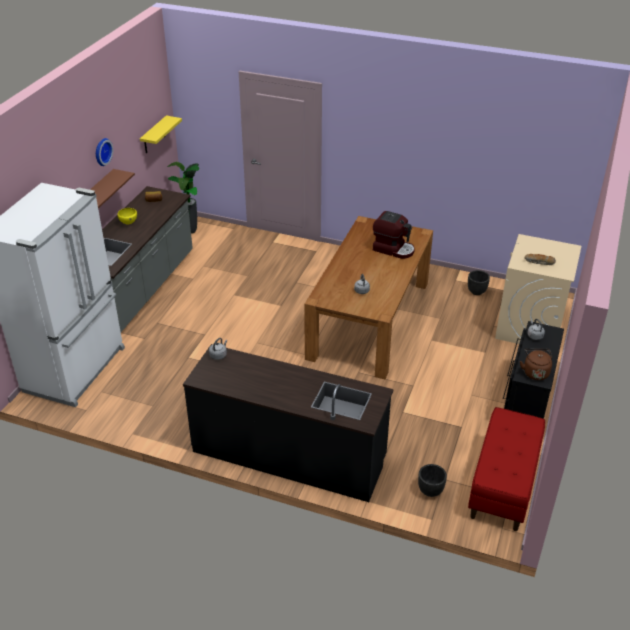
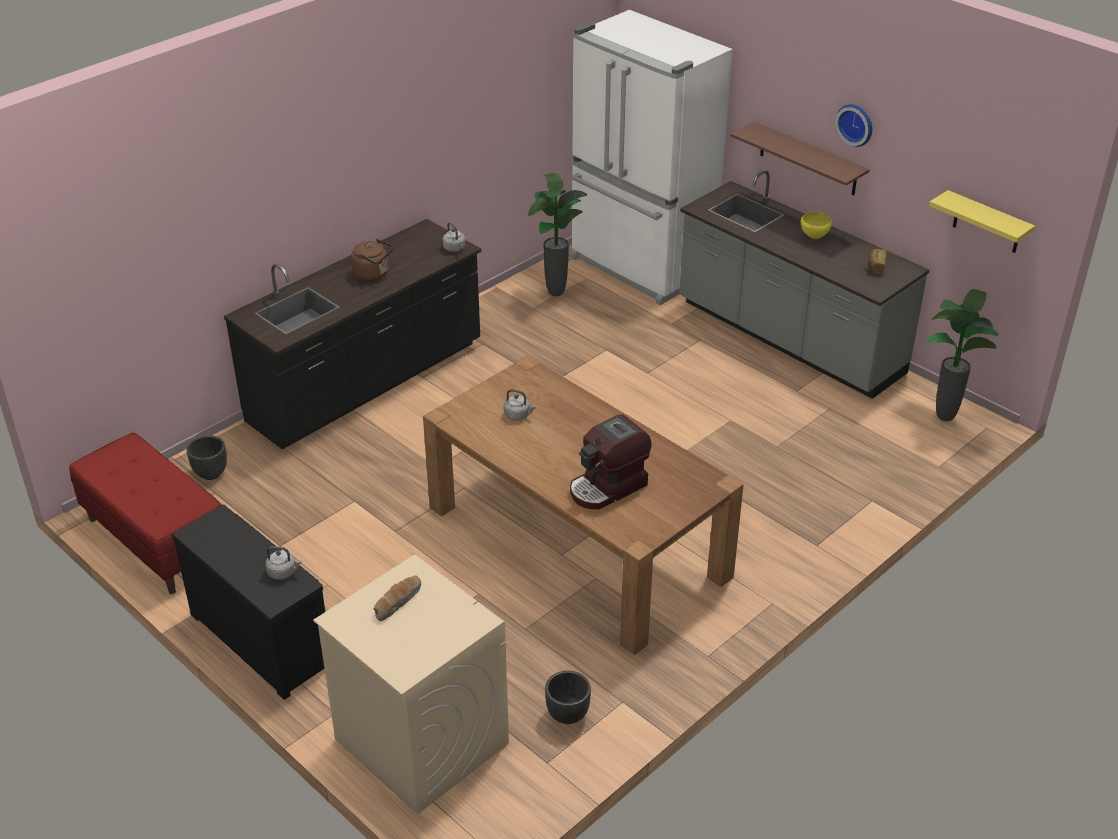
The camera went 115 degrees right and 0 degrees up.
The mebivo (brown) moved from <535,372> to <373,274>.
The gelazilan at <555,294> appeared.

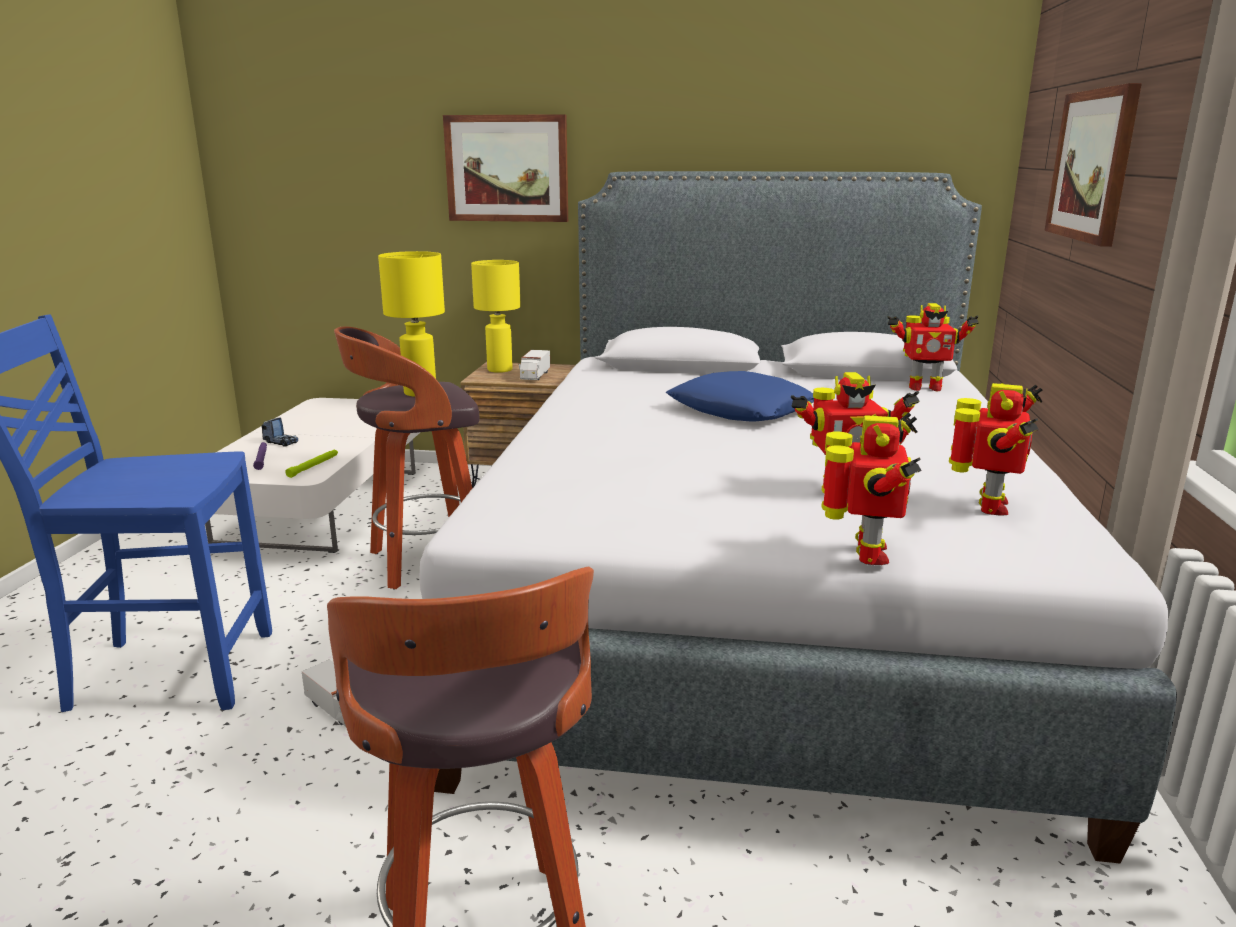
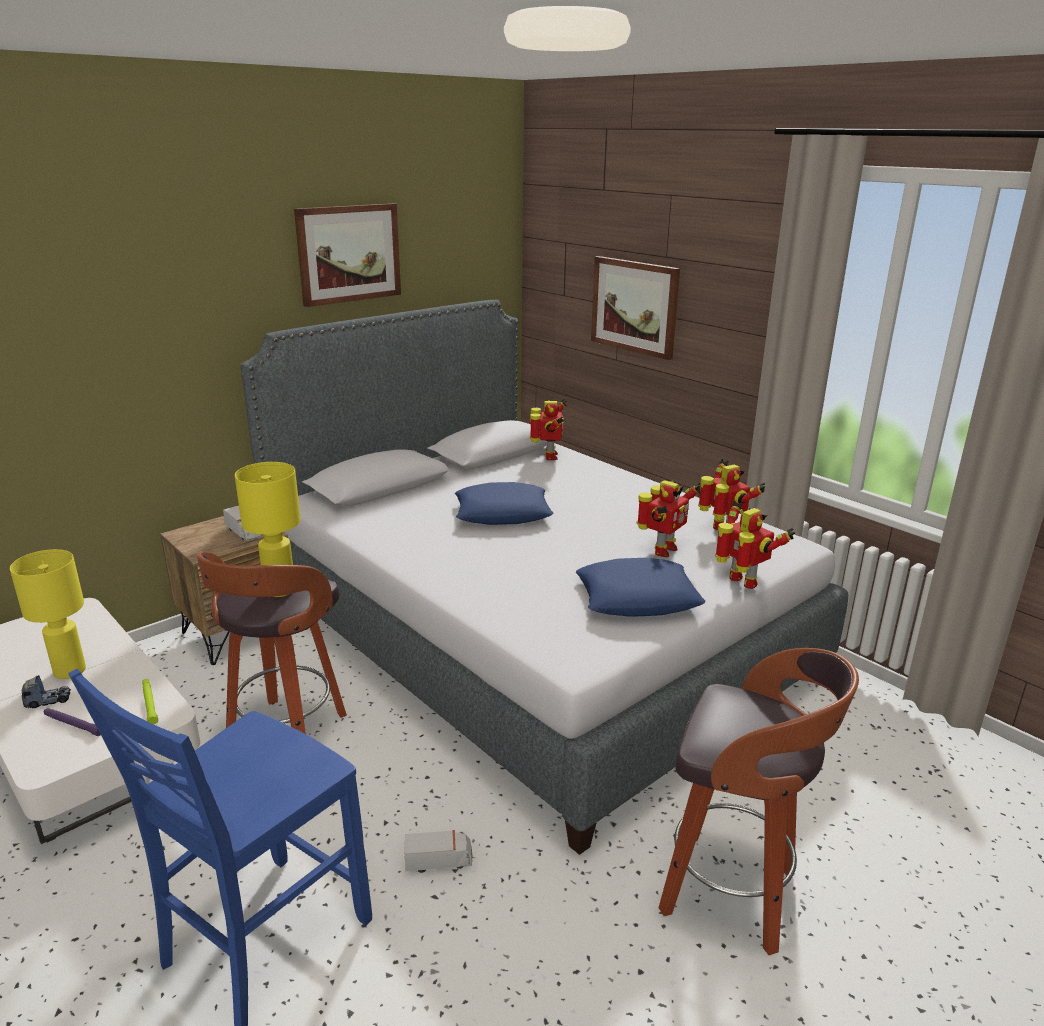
The camera went 50 degrees left and 5 degrees up.
The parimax moved from <507,168> to <349,253>.
The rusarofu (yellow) moved from <499,369> to <69,671>.
The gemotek at <923,387> turned 45 degrees counterclockwise.
The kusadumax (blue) at <636,598> appeared.

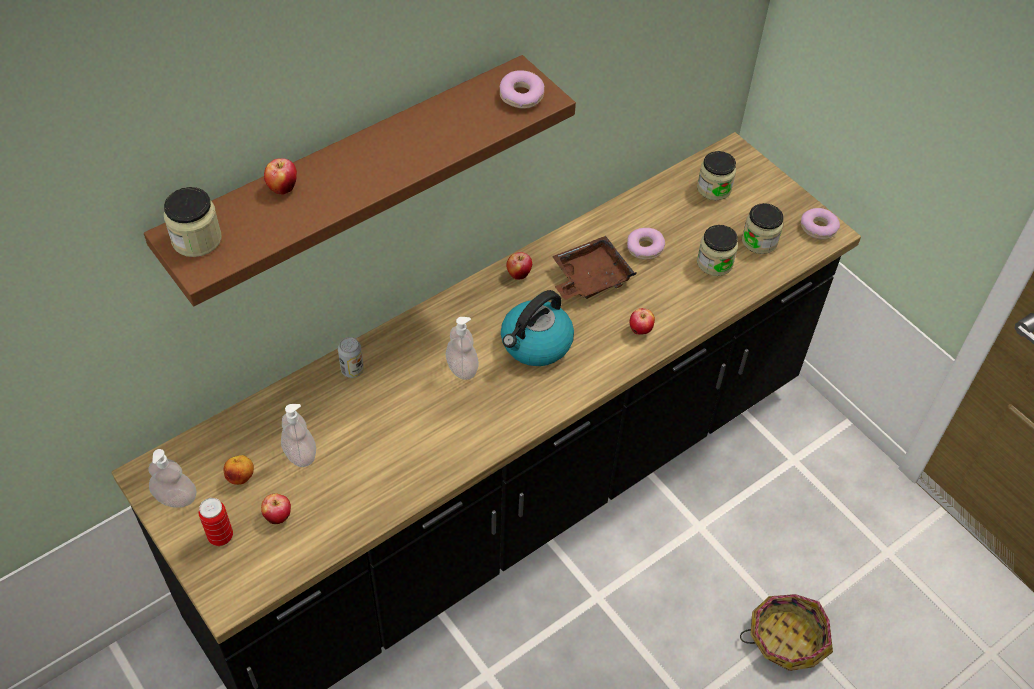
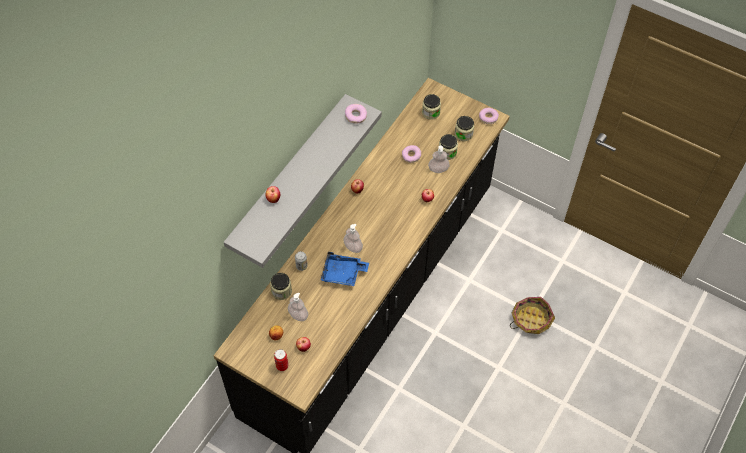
The camera went 20 degrees left and 5 degrees up.
The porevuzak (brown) at <349,172> became the porevuzak (grey) at <288,177>.
The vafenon moved from <176,498> to <438,169>.
The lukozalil moved from <196,239> to <281,291>.
The mebivo at <535,344> disappeared.
The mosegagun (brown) at <590,278> disappeared.
The mosegagun (blue) at <343,273> appeared.

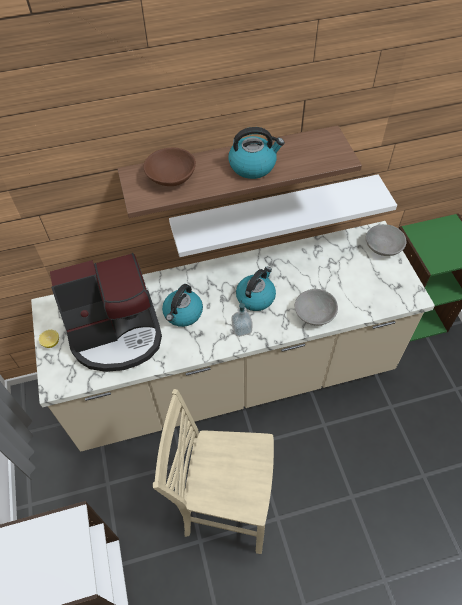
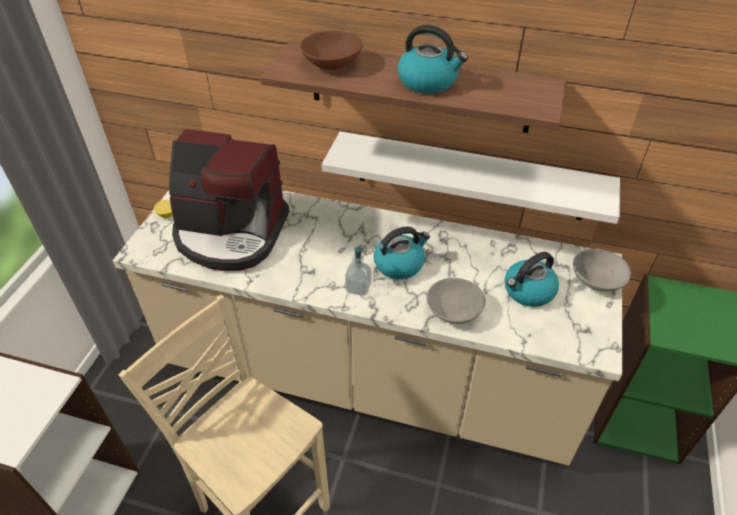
The camera went 30 degrees right and 10 degrees down.
The mebivo moved from <183,313> to <528,291>.

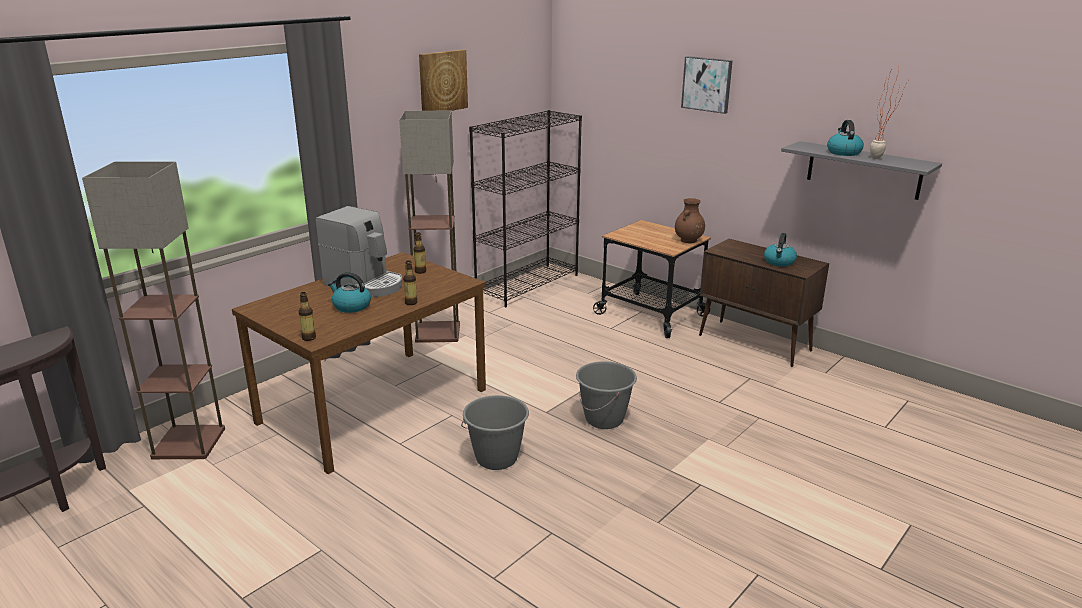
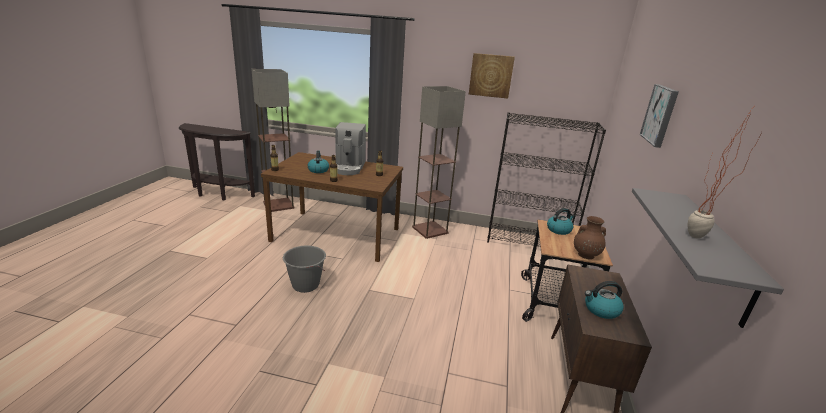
The camera went 60 degrees right and 0 degrees up.
The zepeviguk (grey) at <604,419> disappeared.
The mebivo moved from <843,152> to <559,230>.

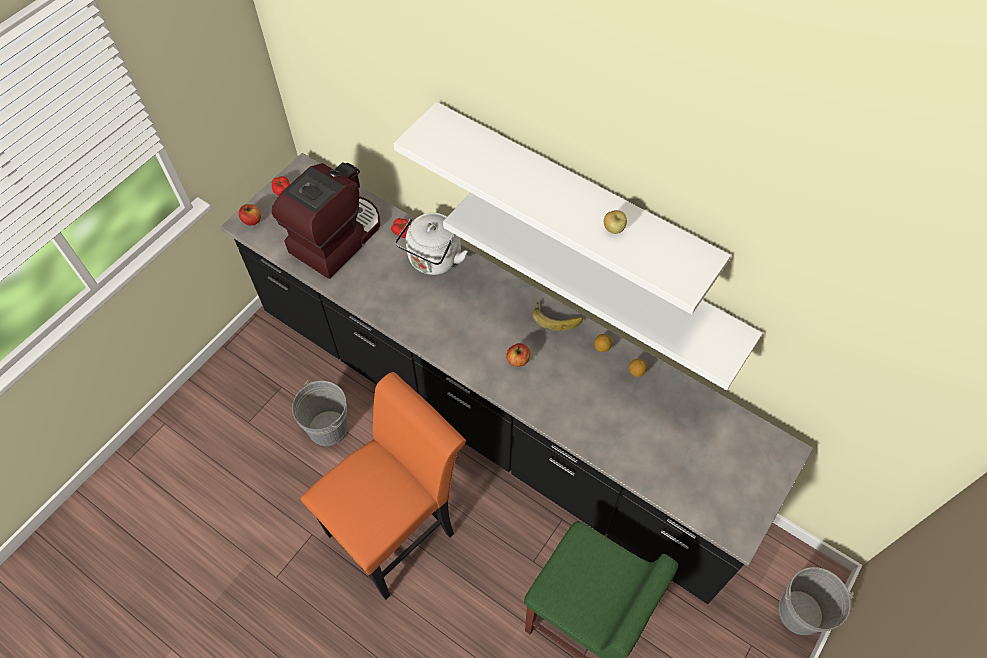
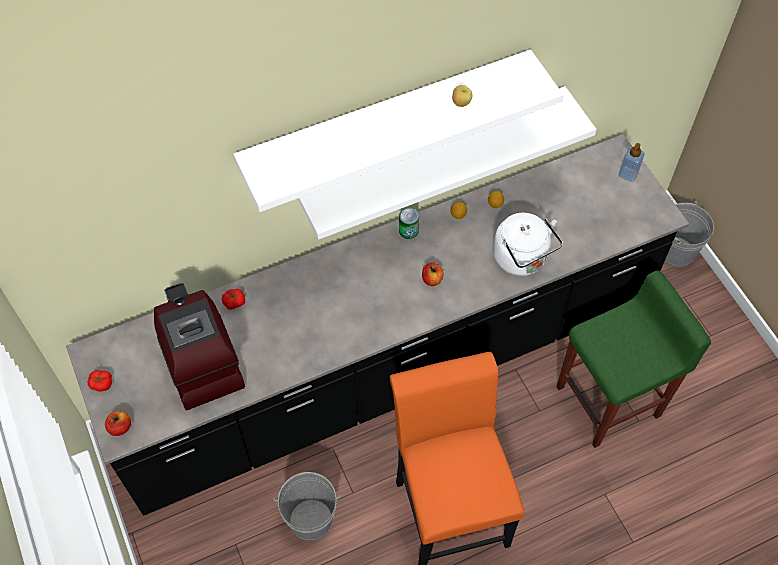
The camera went 60 degrees left and 0 degrees up.
The mebivo (white) moved from <433,261> to <522,259>.
The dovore at <557,317> was replaced by the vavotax at <408,230>.
The vafenon at <628,174> appeared.

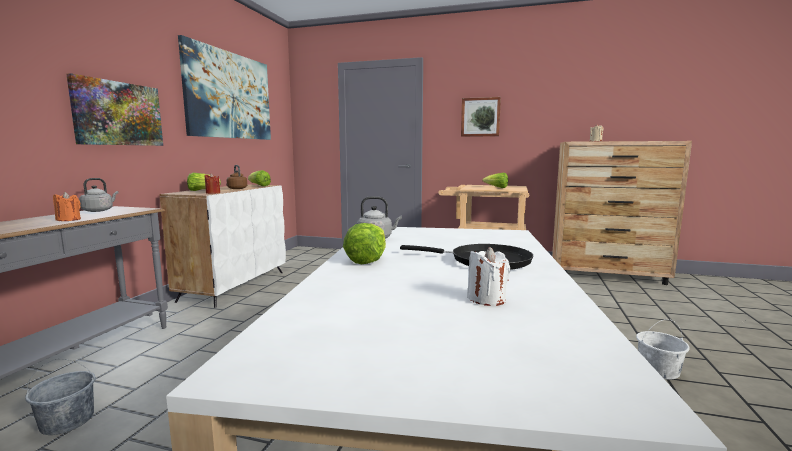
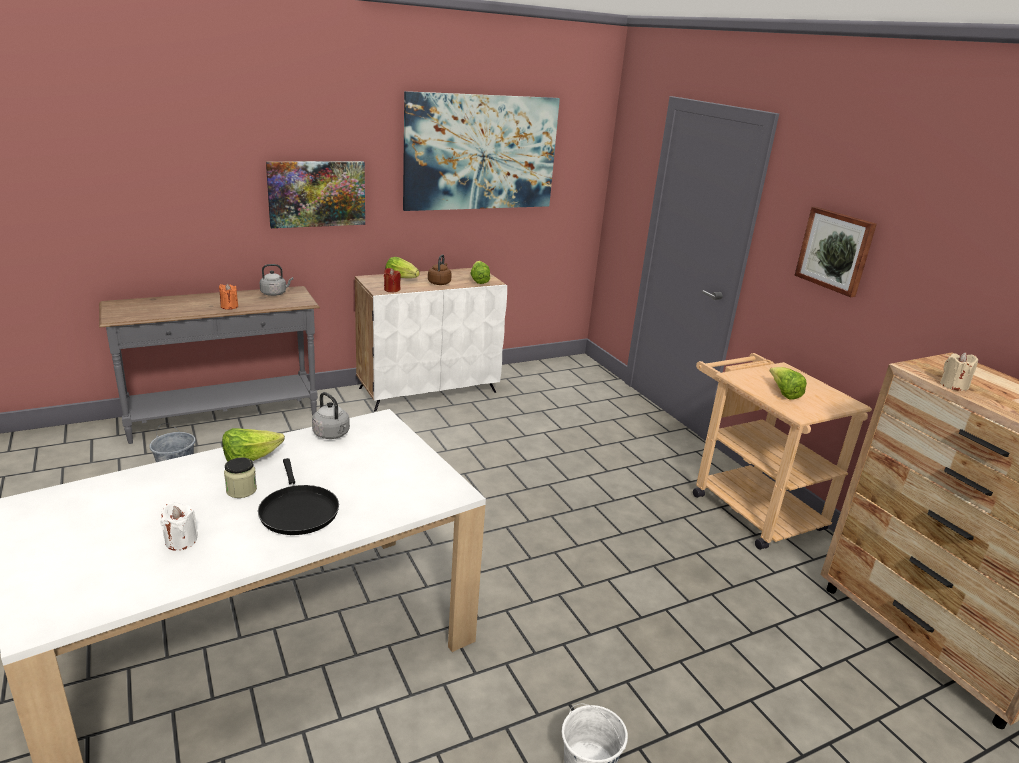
The camera went 45 degrees right and 15 degrees up.
The lukozalil at <241,490> appeared.

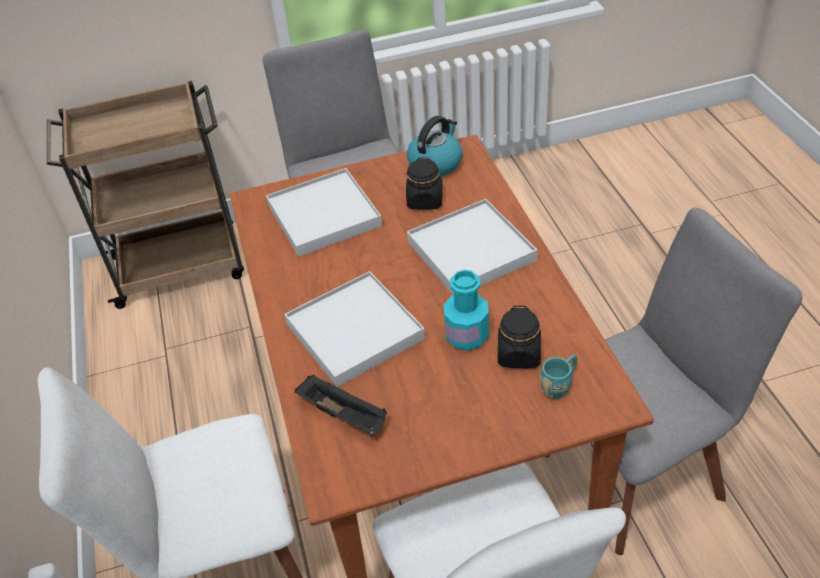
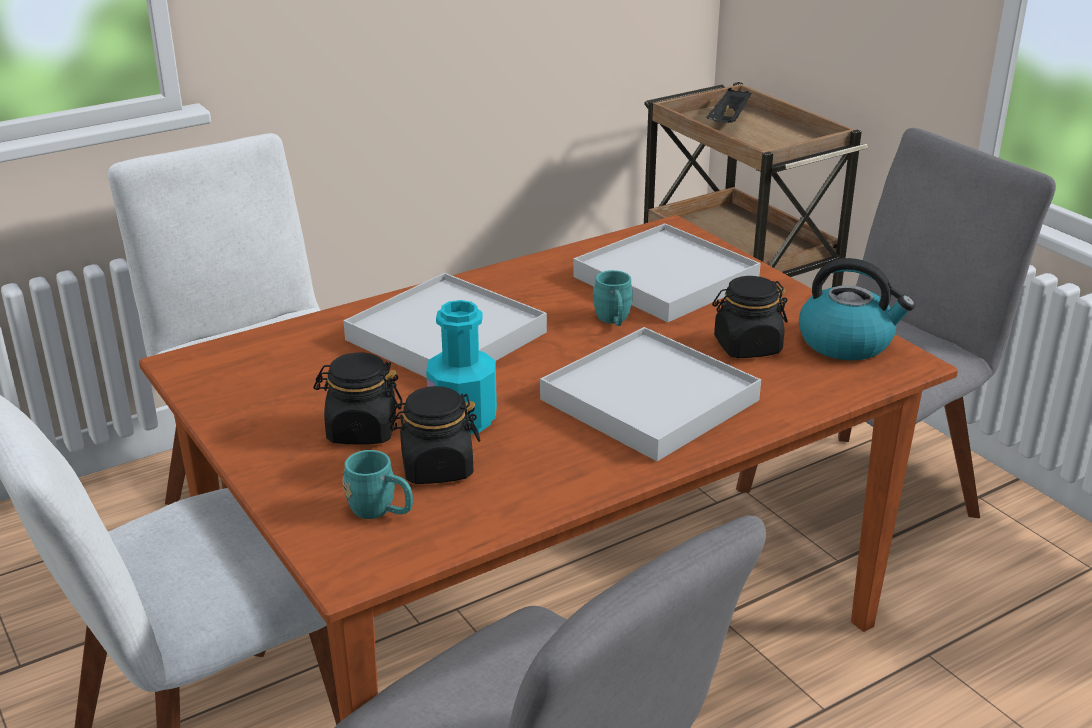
The camera went 70 degrees right and 15 degrees down.
The mosegagun (black) moved from <344,415> to <729,122>.
The lukozalil (black) at <361,430> appeared.
The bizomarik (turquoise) at <614,321> appeared.

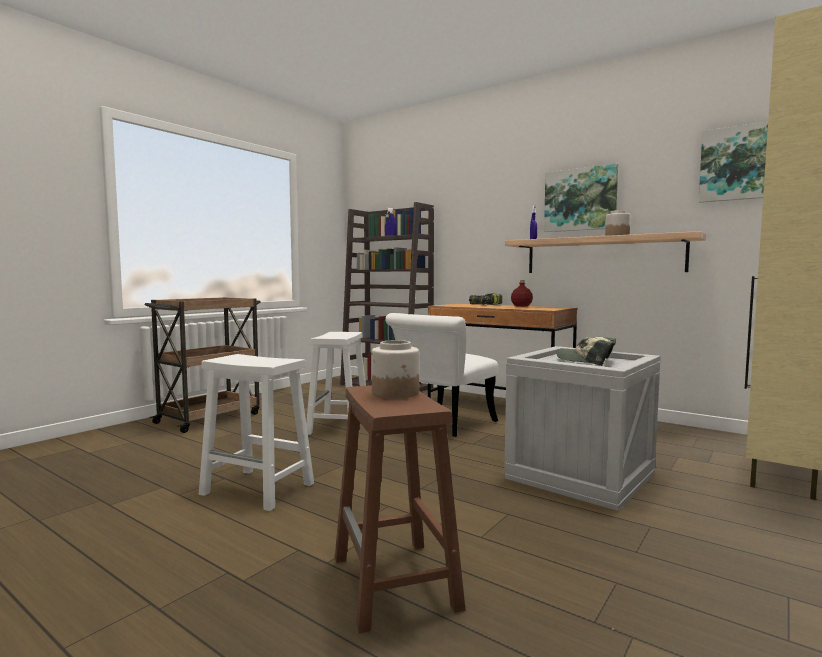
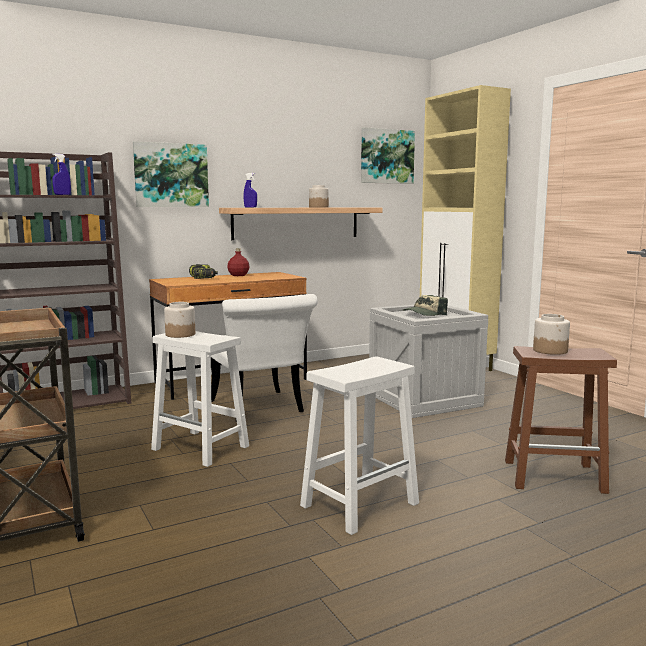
The camera went 65 degrees left and 5 degrees up.
The parimax moved from <580,199> to <171,175>.
The lukozalil at <180,334> appeared.

